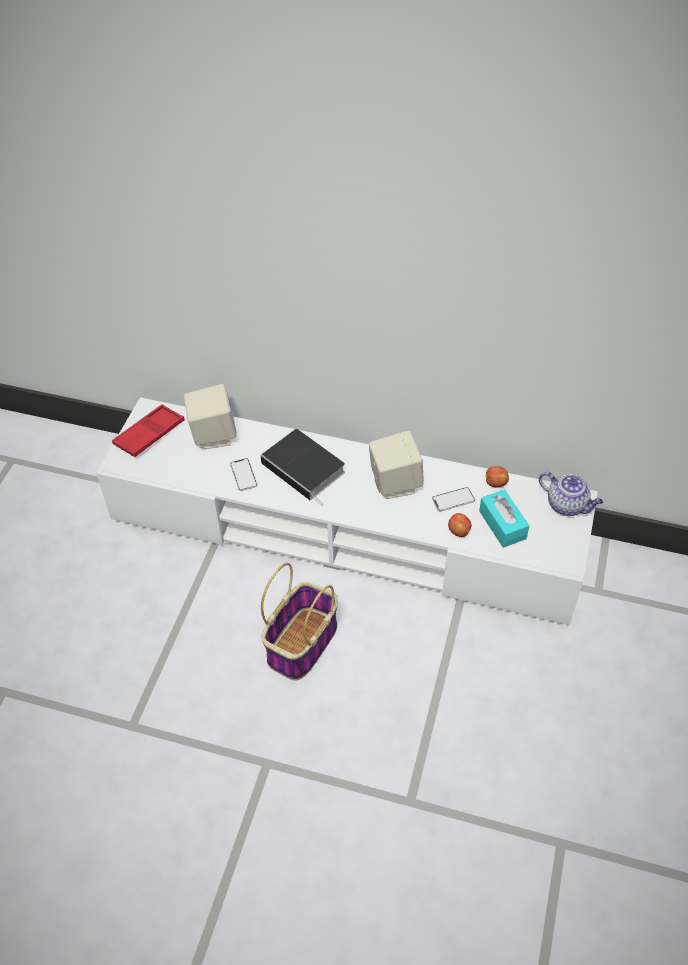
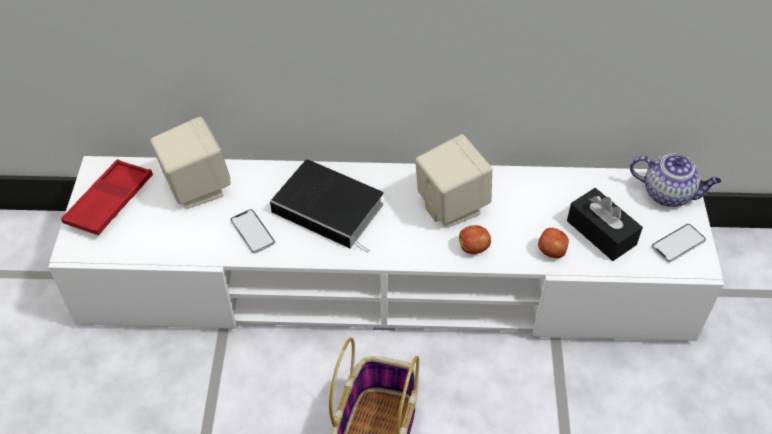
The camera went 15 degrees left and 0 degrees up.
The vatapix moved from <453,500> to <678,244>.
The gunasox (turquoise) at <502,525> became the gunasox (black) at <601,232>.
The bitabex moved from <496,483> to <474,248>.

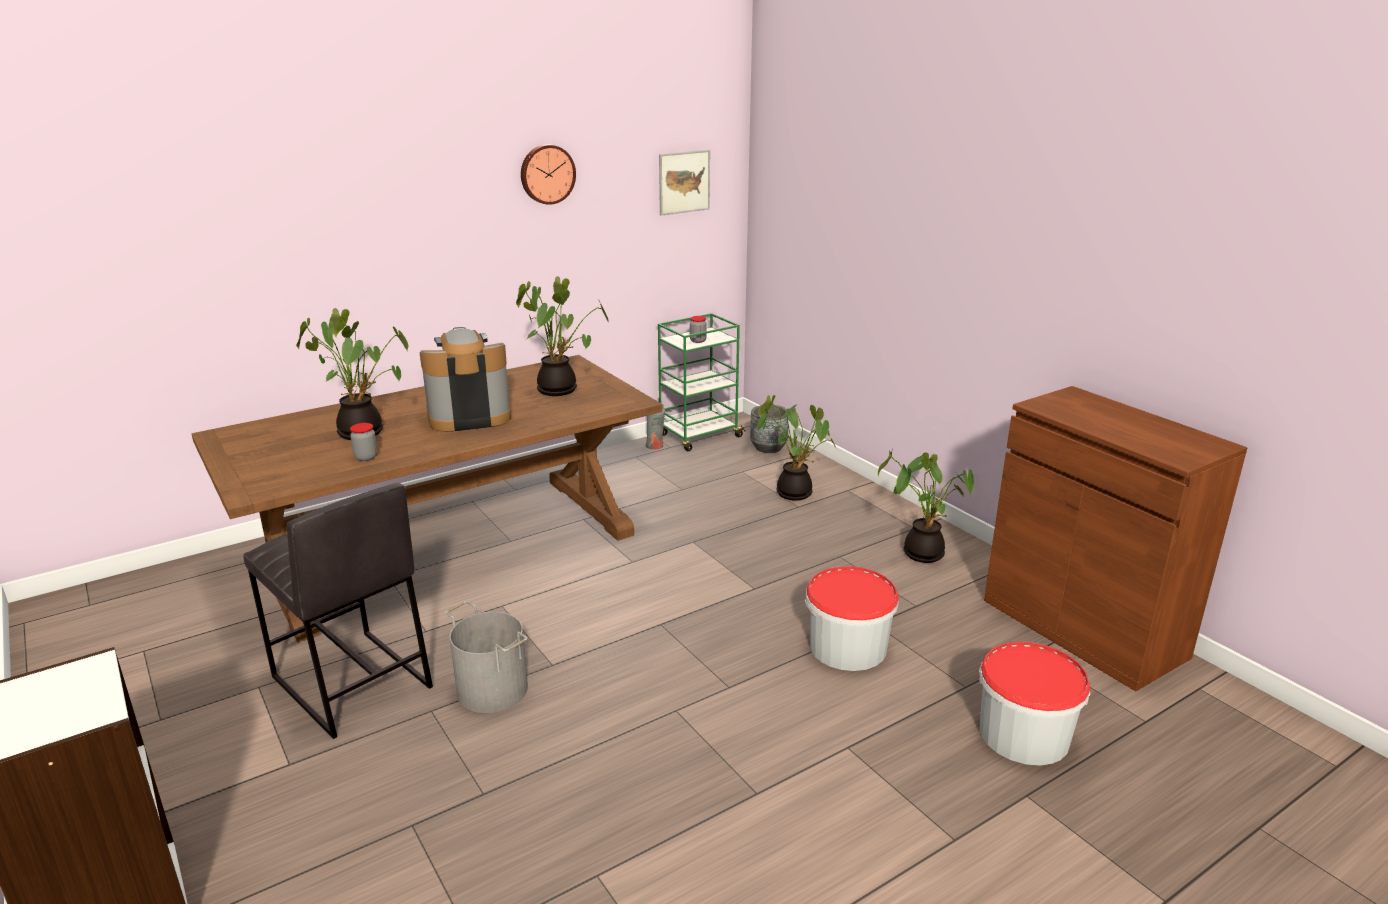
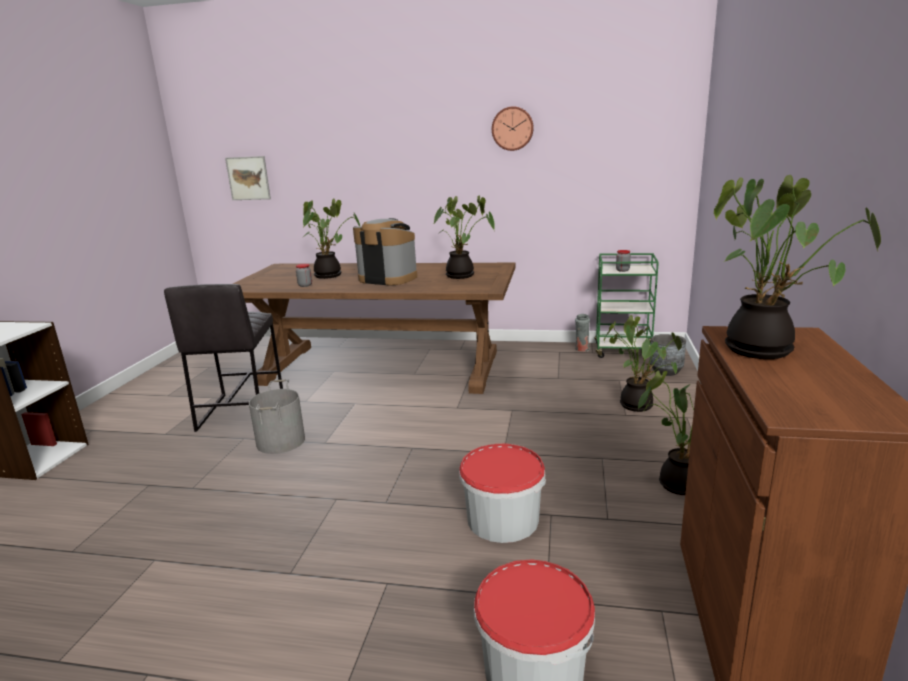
The camera went 45 degrees right and 5 degrees down.
The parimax moved from <684,182> to <248,178>.
The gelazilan at <764,349> appeared.

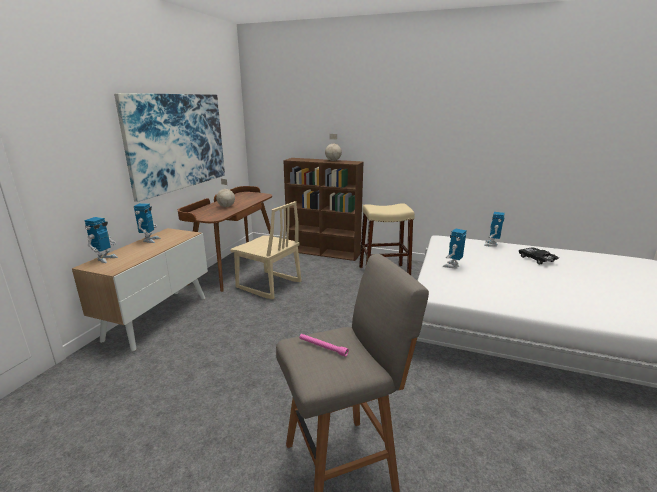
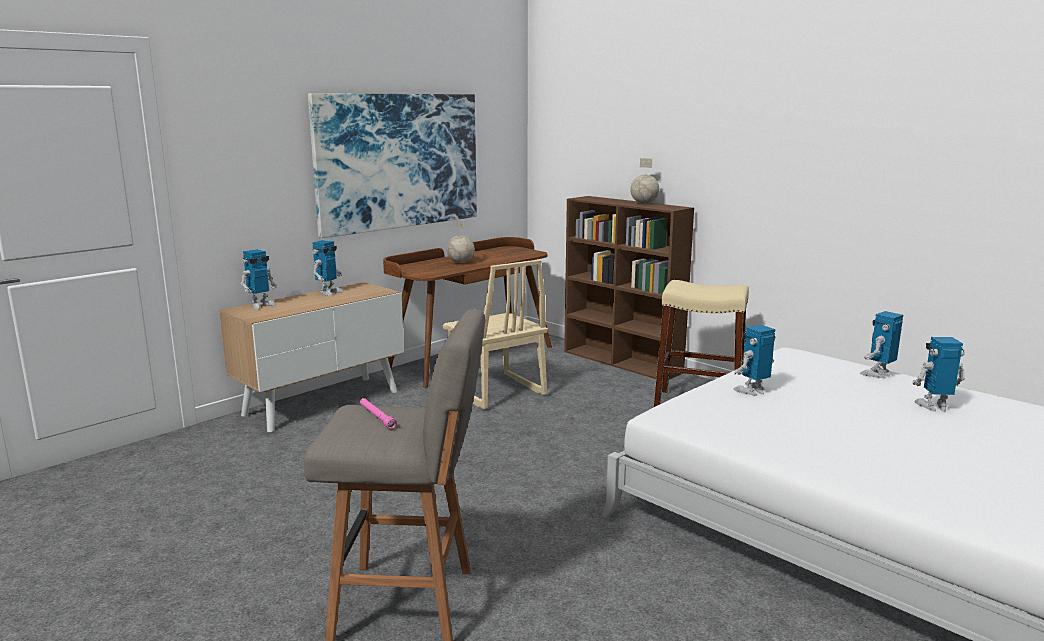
The camera went 25 degrees right and 5 degrees down.
The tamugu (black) at <536,259> was replaced by the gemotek at <934,407>.

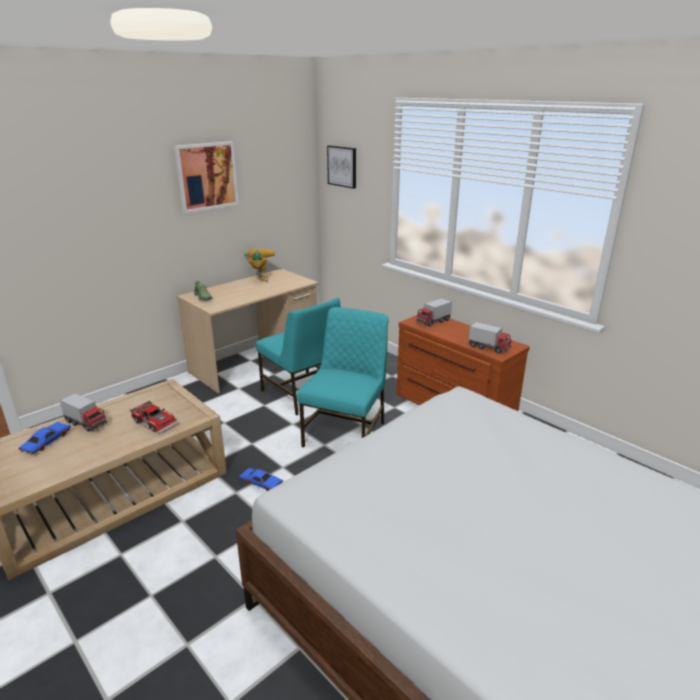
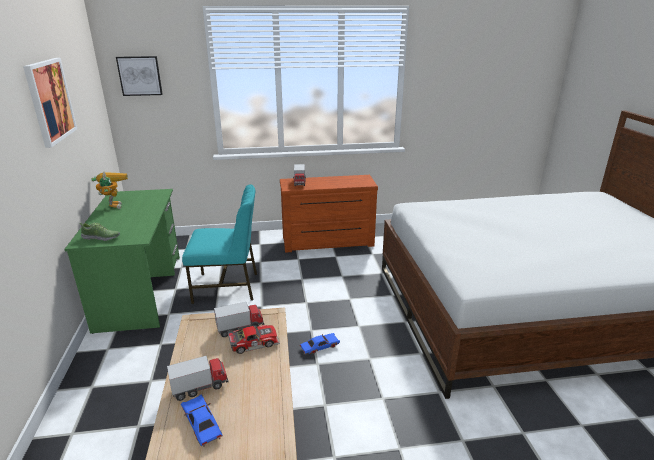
The camera went 55 degrees left and 0 degrees up.
The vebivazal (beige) at <255,363> became the vebivazal (green) at <141,291>.
The gemotek at <260,278> turned 45 degrees clockwise.
The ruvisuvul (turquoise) at <346,434> disappeared.
The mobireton moved from <489,348> to <240,328>.

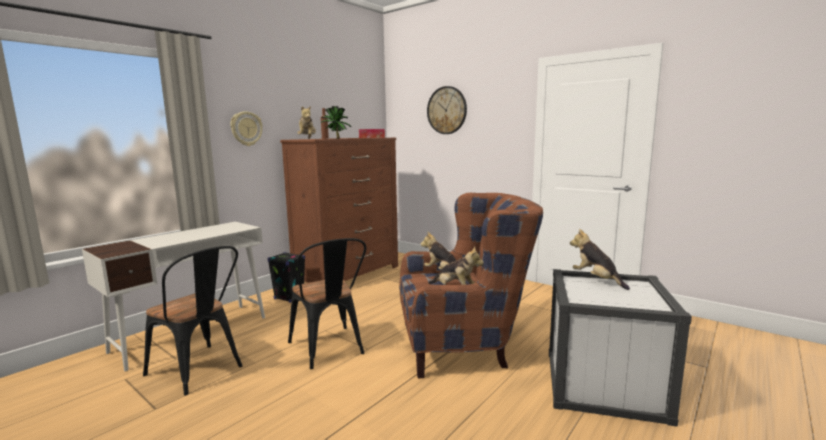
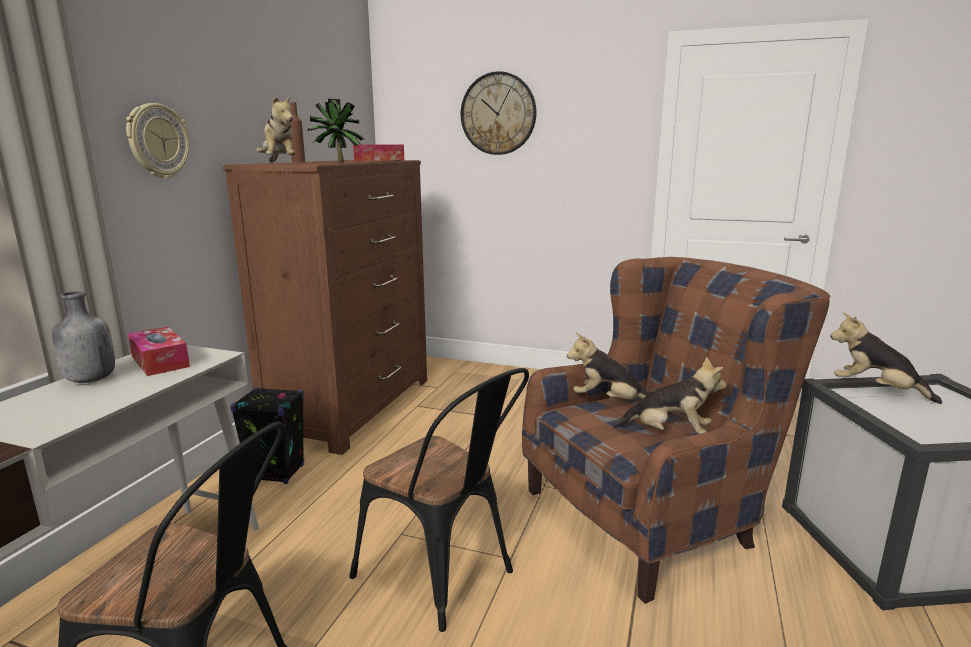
The camera went 20 degrees left and 5 degrees up.
The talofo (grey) at <90,380> appeared.
The gunasox at <160,361> appeared.

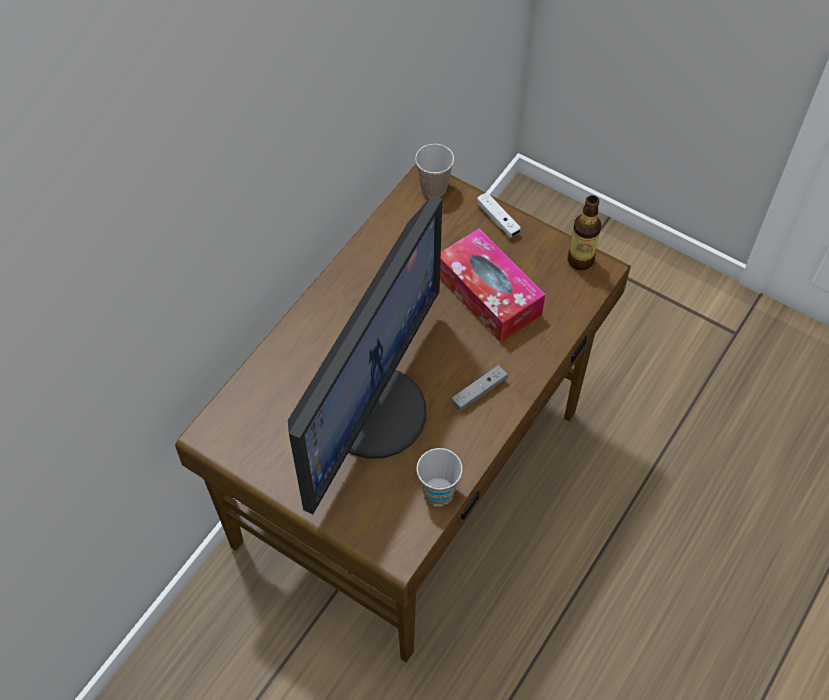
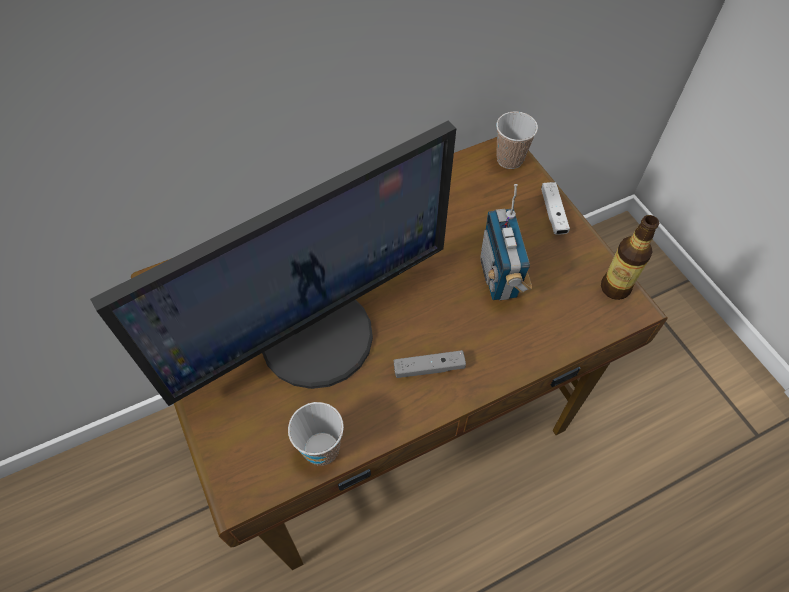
The camera went 30 degrees right and 0 degrees up.
The gunasox at <488,294> was replaced by the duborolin at <499,277>.

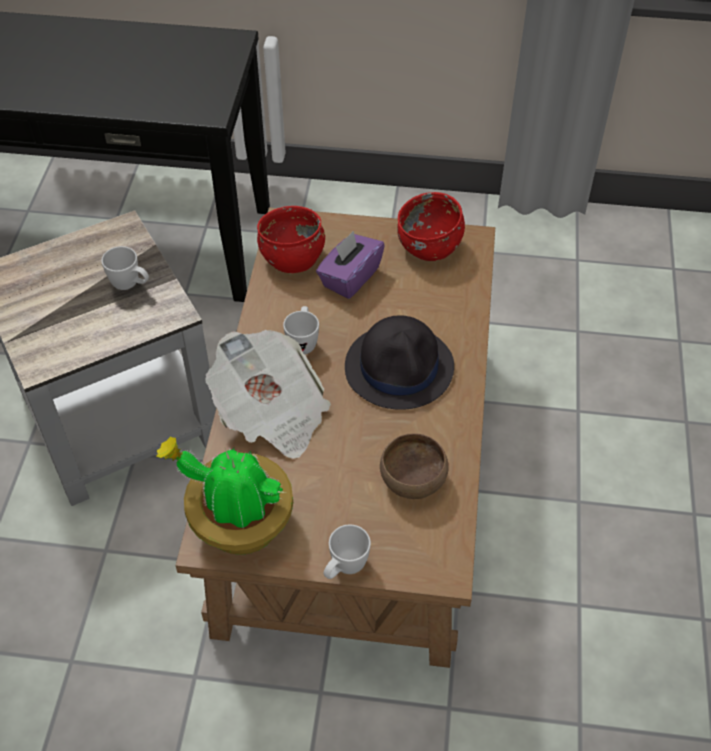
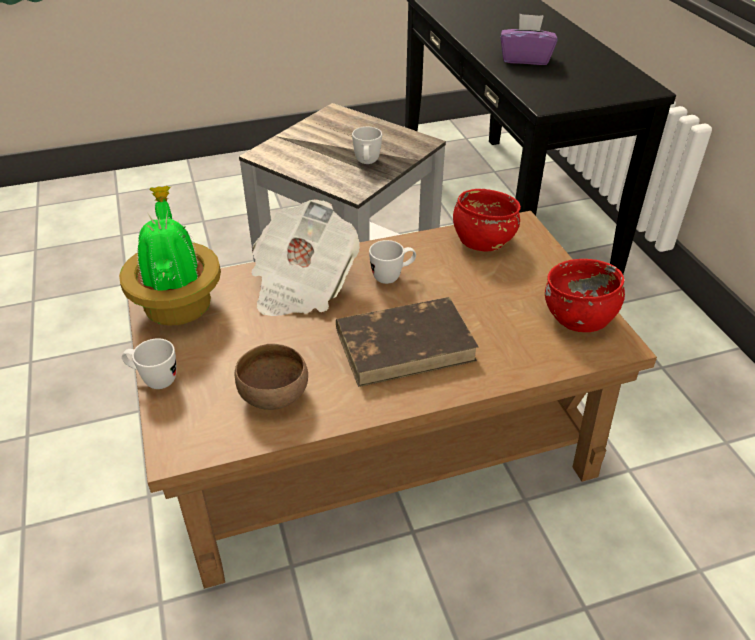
The camera went 65 degrees right and 10 degrees down.
The gunasox (purple) moved from <350,278> to <525,59>.
The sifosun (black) at <400,367> was replaced by the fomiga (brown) at <406,344>.

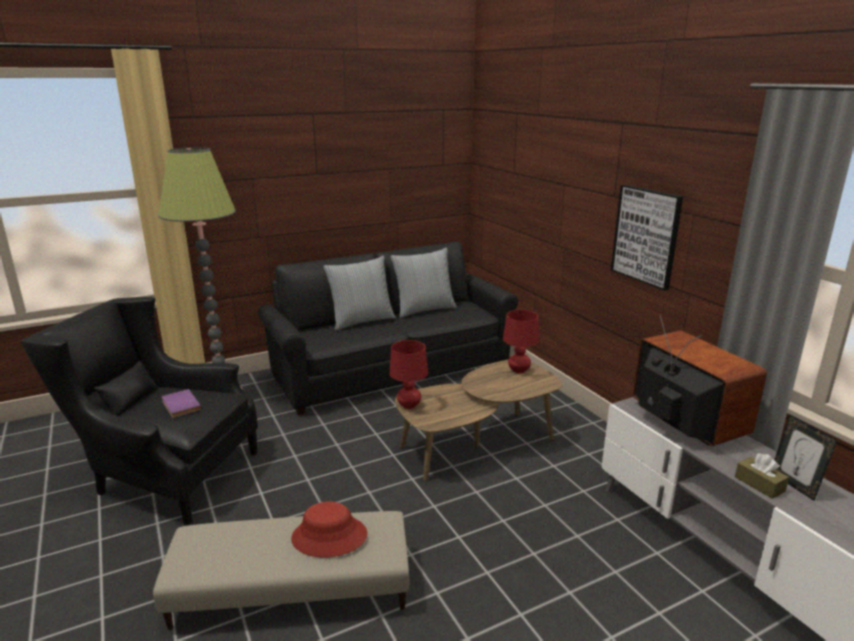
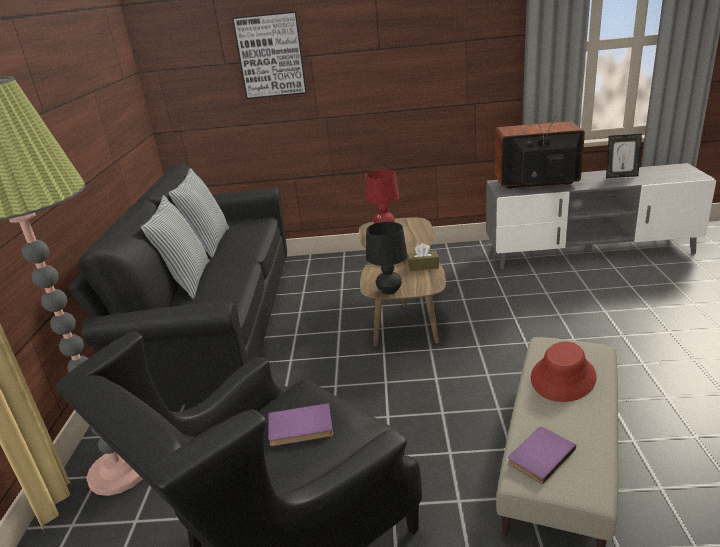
The camera went 60 degrees left and 5 degrees up.
The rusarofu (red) at <409,405> became the rusarofu (black) at <389,291>.
The parimax moved from <646,235> to <271,56>.
The gunasox (brown) moved from <759,484> to <423,266>.
The fomiga (purple) at <539,455> appeared.

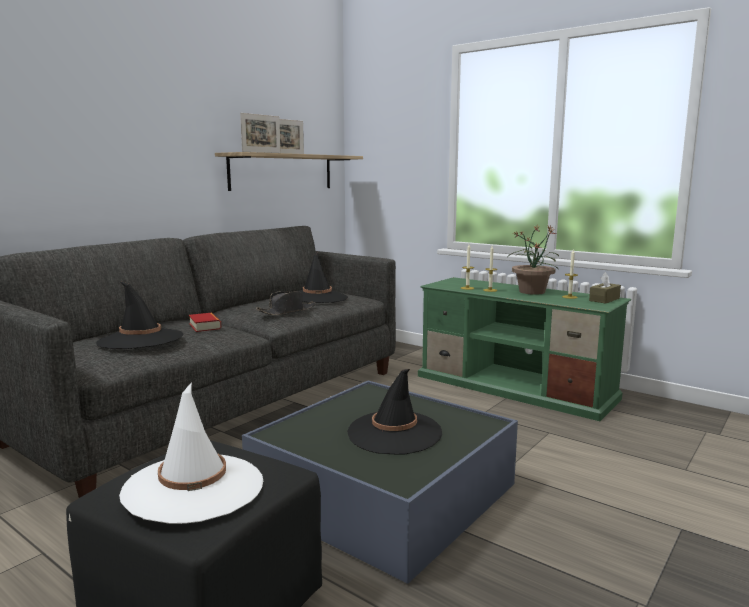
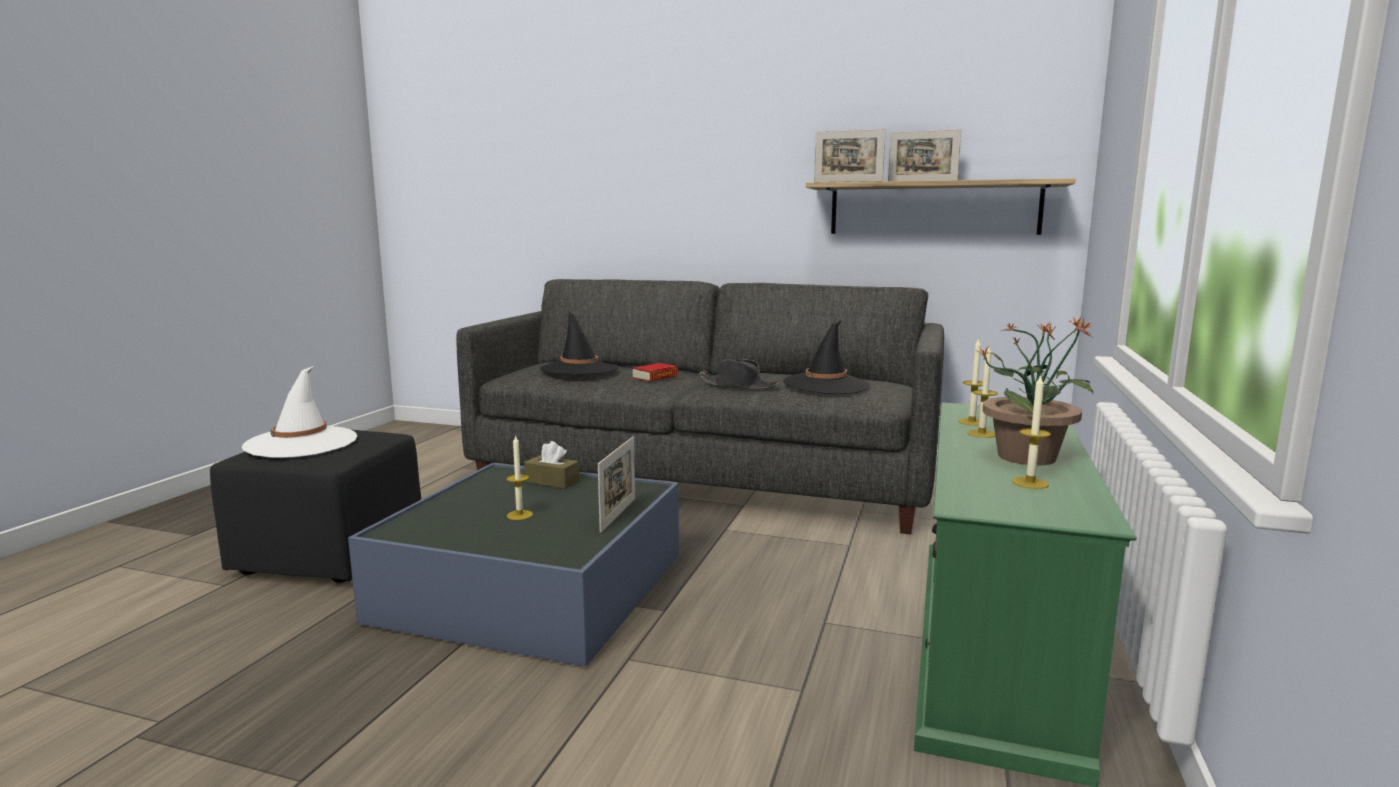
The camera went 70 degrees right and 0 degrees up.
The sifosun (black) at <394,433> was replaced by the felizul at <519,515>.
The gunasox (brown) moved from <604,299> to <552,481>.
The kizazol at <618,515> appeared.

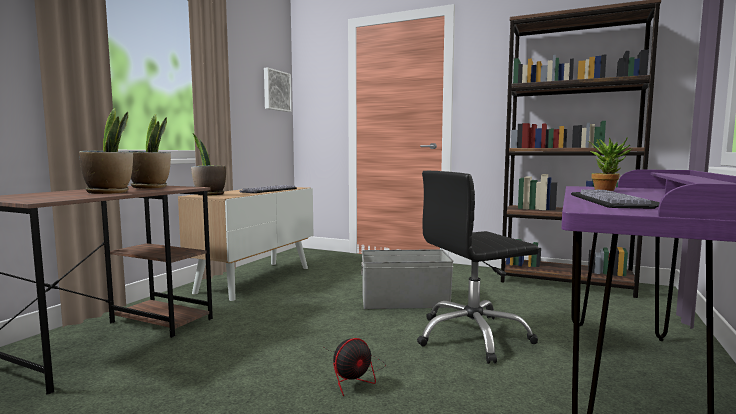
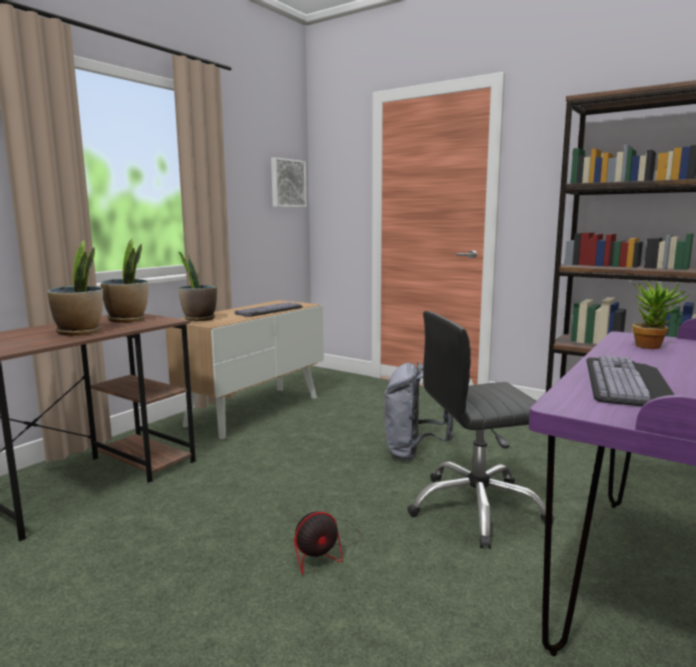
The camera went 10 degrees right and 5 degrees up.
The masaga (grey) at <405,301> was replaced by the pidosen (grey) at <414,452>.

